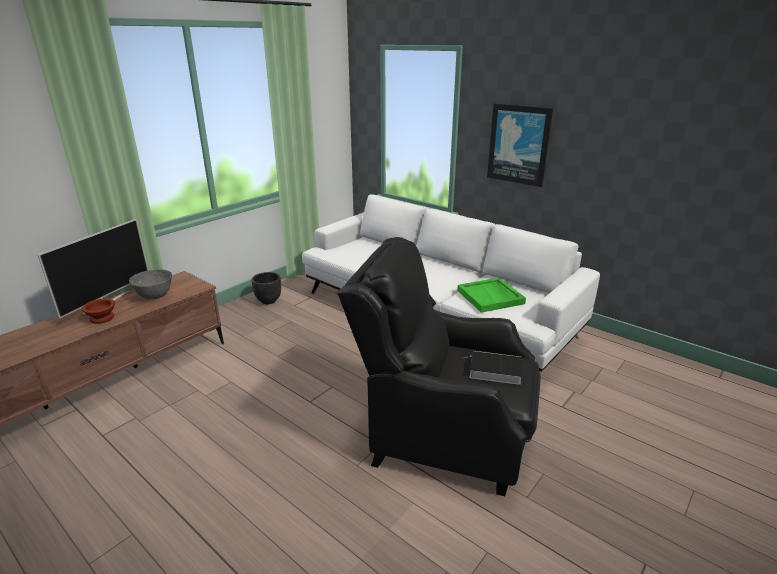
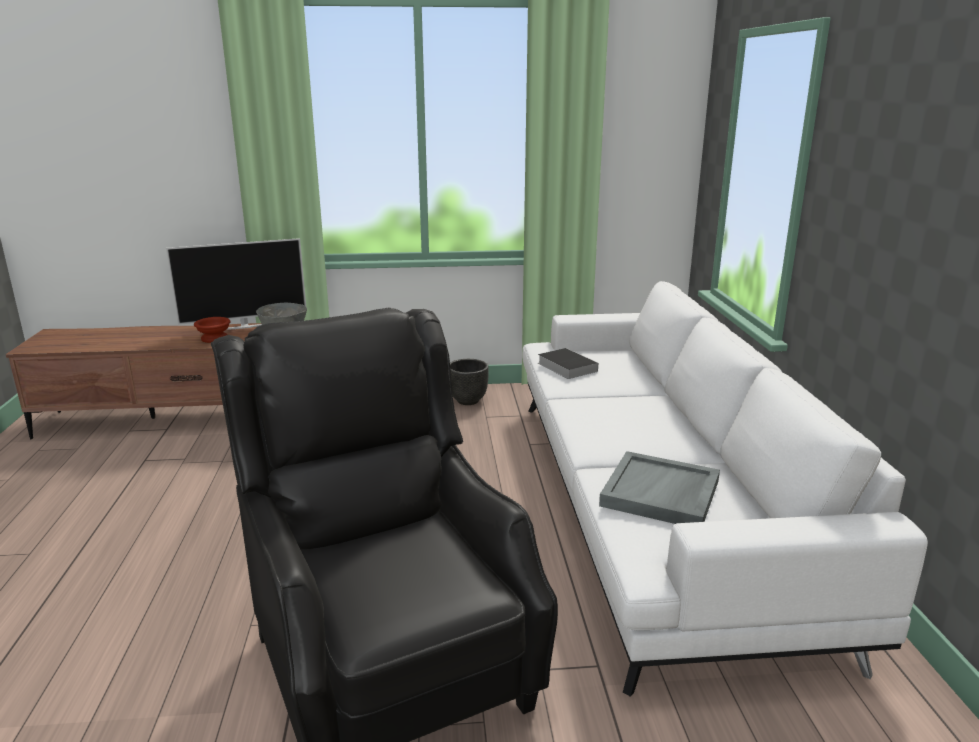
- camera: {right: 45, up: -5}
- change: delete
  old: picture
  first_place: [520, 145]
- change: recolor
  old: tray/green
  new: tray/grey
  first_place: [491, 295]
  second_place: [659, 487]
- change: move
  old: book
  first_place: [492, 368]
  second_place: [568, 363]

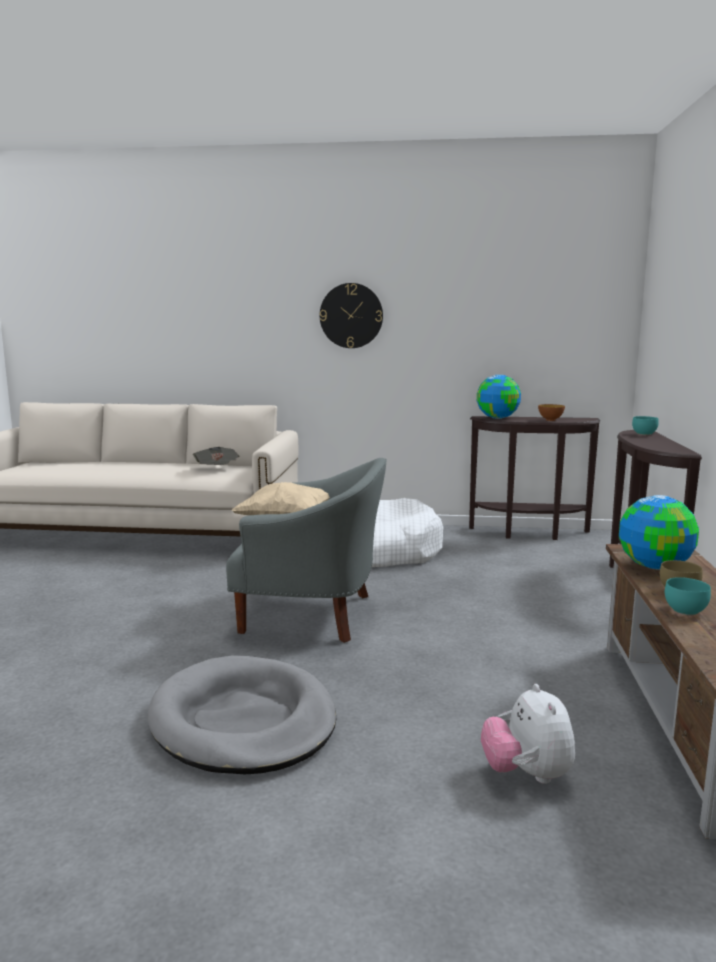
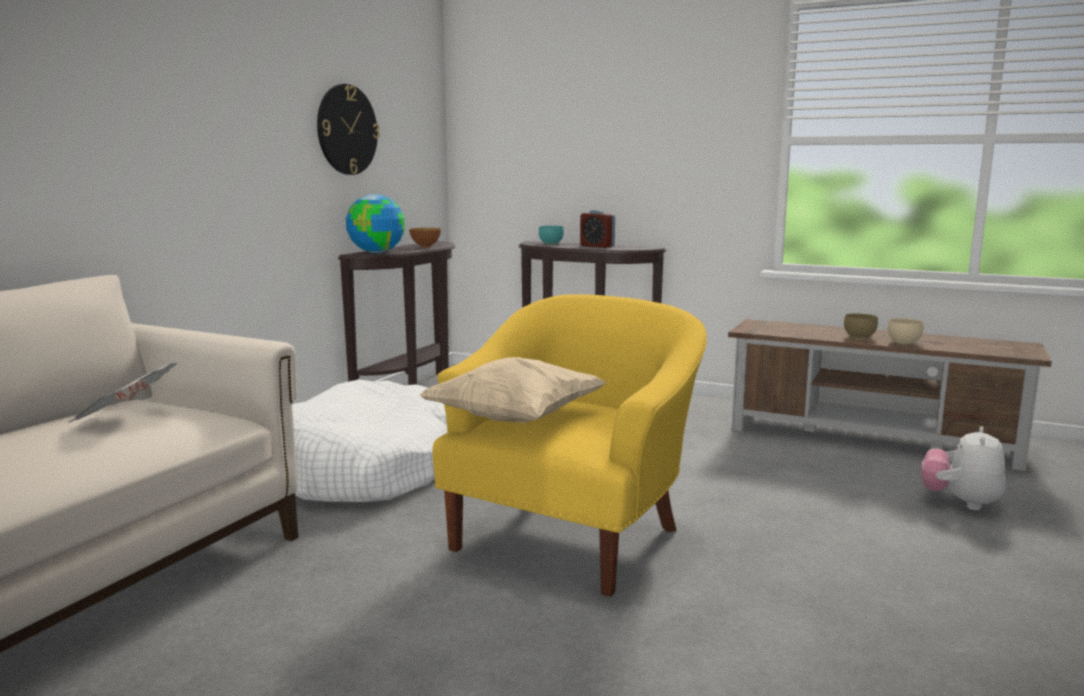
- camera: {right: -70, up: 0}
- change: move
  old: wall clock
  first_place: [351, 315]
  second_place: [348, 129]
- change: recolor
  old: armchair/grey
  new: armchair/yellow
  first_place: [306, 550]
  second_place: [569, 445]
- change: delete
  old: globe
  first_place: [659, 532]
- change: recolor
  old: bowl/turquoise
  new: bowl/beige
  first_place: [688, 596]
  second_place: [906, 331]
- change: delete
  old: dog bed/grey
  first_place: [242, 714]
- change: rotate
  old: plush toy
  first_place: [528, 734]
  second_place: [963, 468]
  degrees: 105
- change: insert
  new: alarm clock
  second_place: [597, 229]

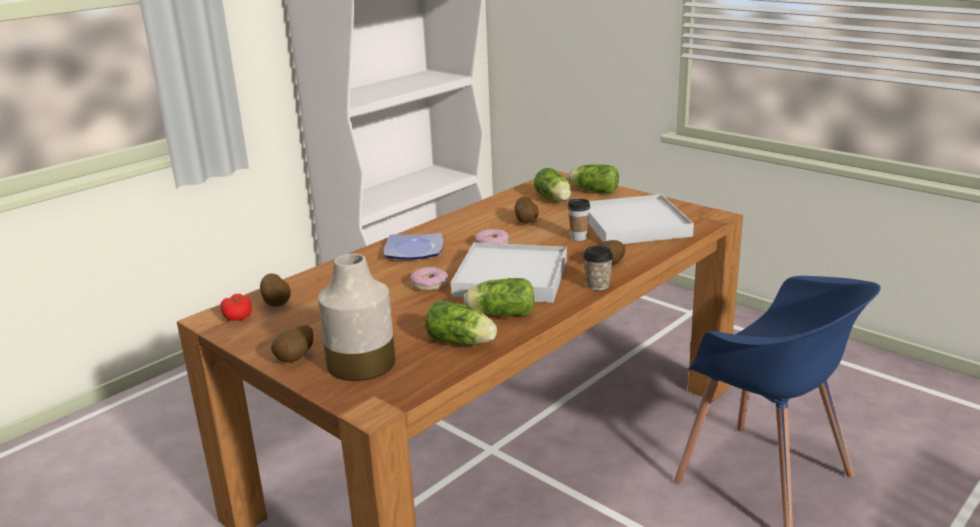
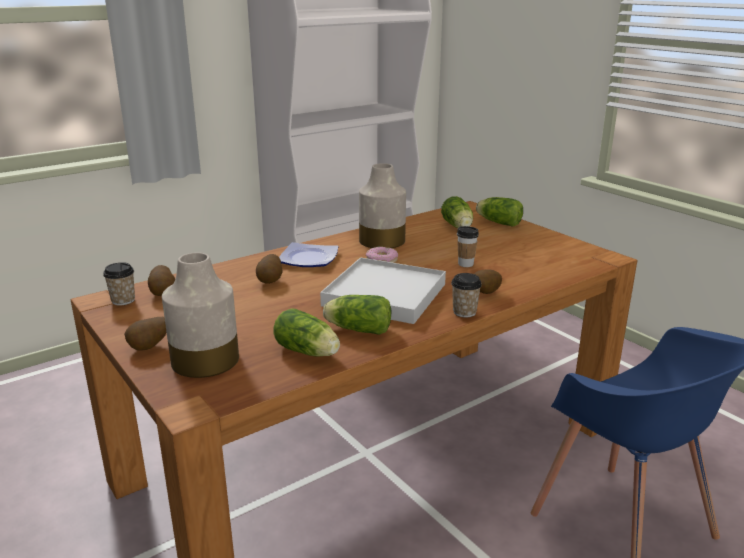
- camera: {right: 10, up: 0}
- change: delete
  old: tray/white
  first_place: [641, 219]
- change: move
  old: potato
  first_place: [527, 210]
  second_place: [269, 269]
- change: delete
  old: donut
  first_place: [429, 279]
- change: replace
  old: tomato
  new: cup
  first_place: [236, 307]
  second_place: [119, 284]
- change: insert
  new: vase/beige
  second_place: [382, 205]

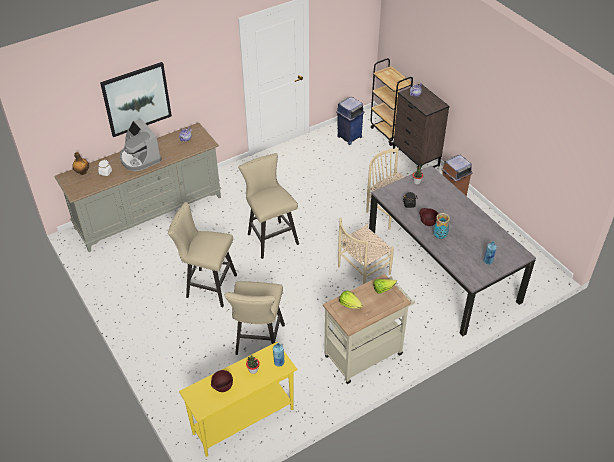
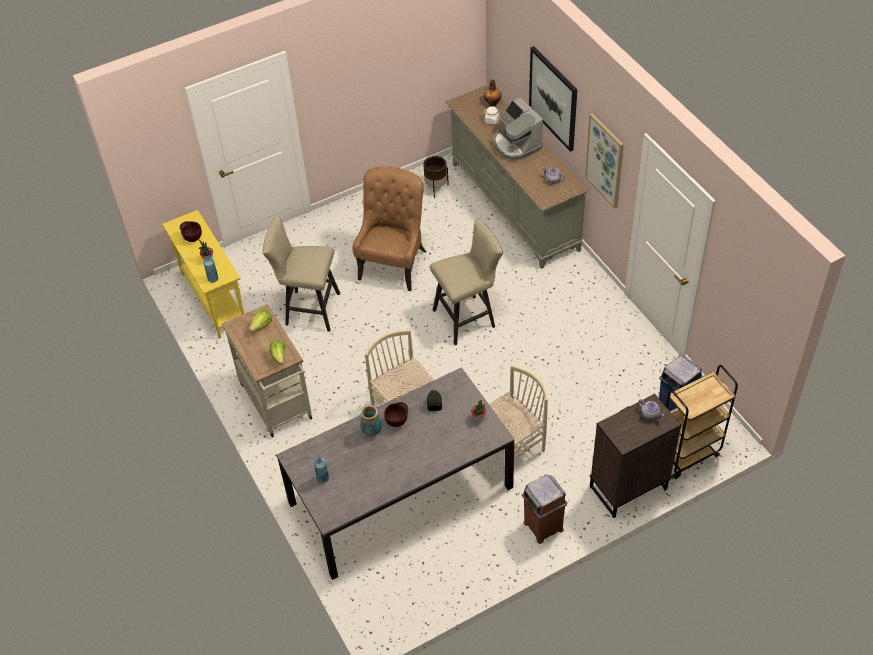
- camera: {right: 95, up: 5}
- change: rotate
  old: coffee machine
  first_place: [141, 145]
  second_place: [518, 129]
  degrees: -90
- change: replace
  old: stool/beige
  new: chair/brown
  first_place: [202, 254]
  second_place: [389, 229]
- change: insert
  new: picture
  second_place: [604, 160]
- change: insert
  new: planter/brown
  second_place: [436, 177]

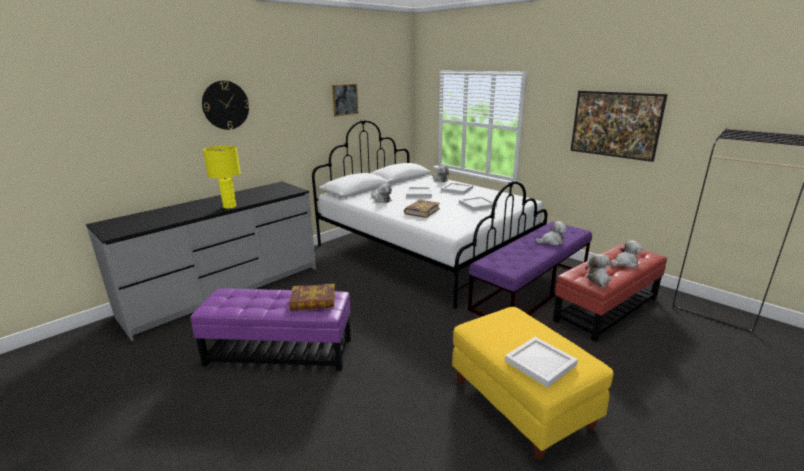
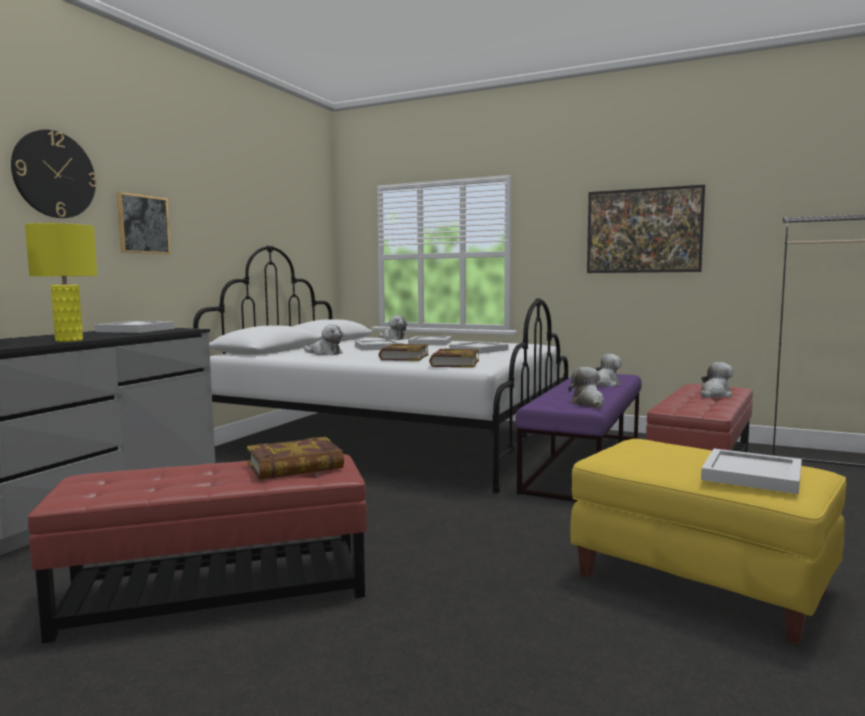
- camera: {right: -20, up: -15}
- change: move
  old: picture
  first_place: [345, 99]
  second_place: [144, 223]
- change: move
  old: plush toy
  first_place: [598, 271]
  second_place: [586, 388]
- change: recolor
  old: ottoman/purple
  new: ottoman/red
  first_place: [270, 330]
  second_place: [197, 548]
- change: insert
  new: tray/white
  second_place: [135, 327]
- change: insert
  new: book
  second_place: [454, 358]

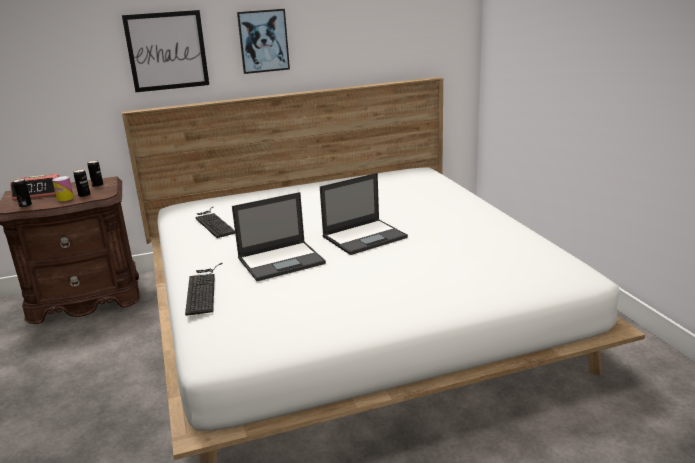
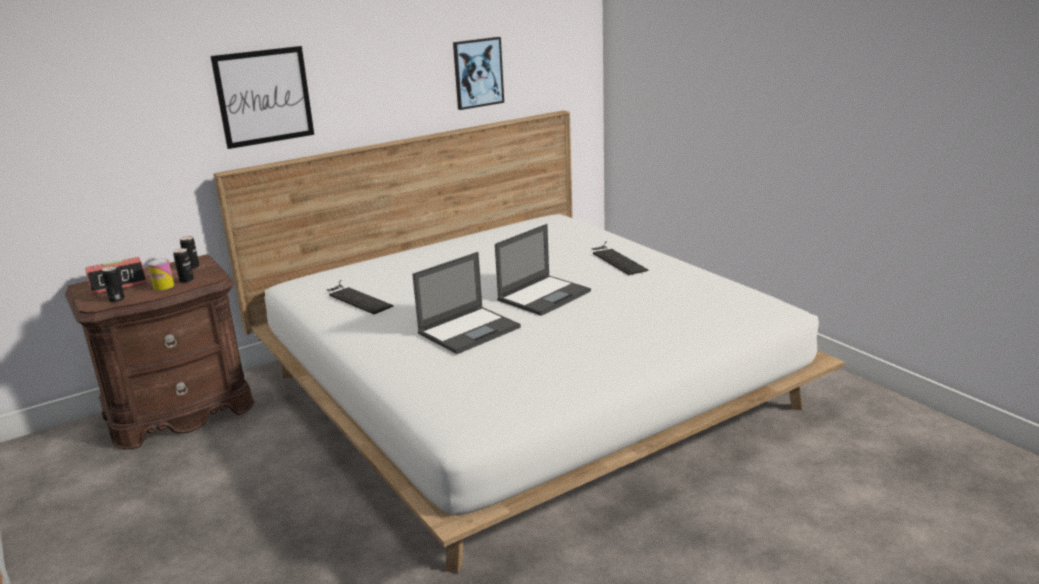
- camera: {right: -15, up: 0}
- change: move
  old: picture
  first_place: [263, 41]
  second_place: [478, 73]
- change: move
  old: keyboard
  first_place: [204, 289]
  second_place: [620, 258]

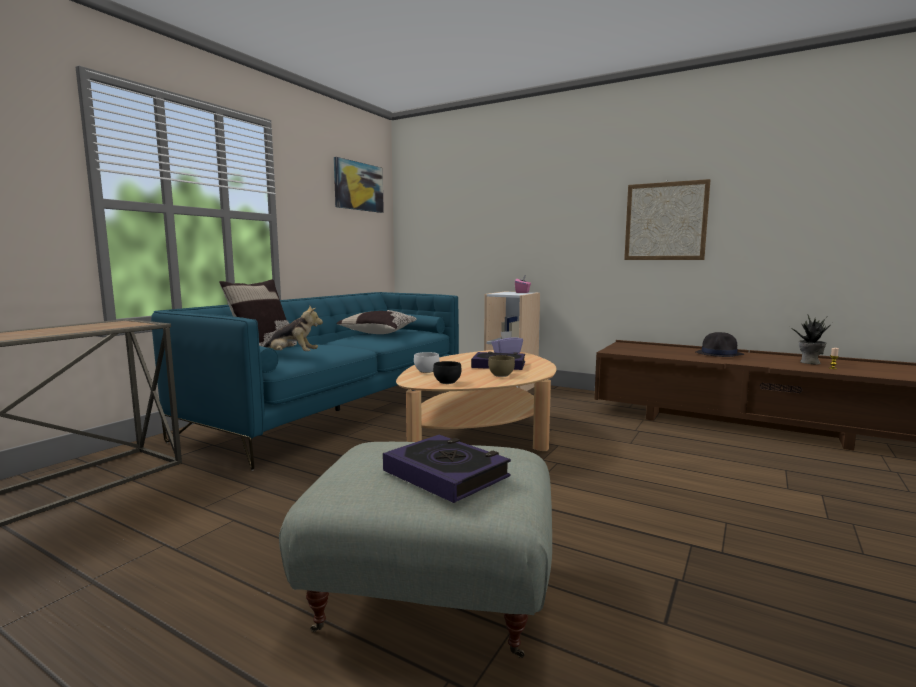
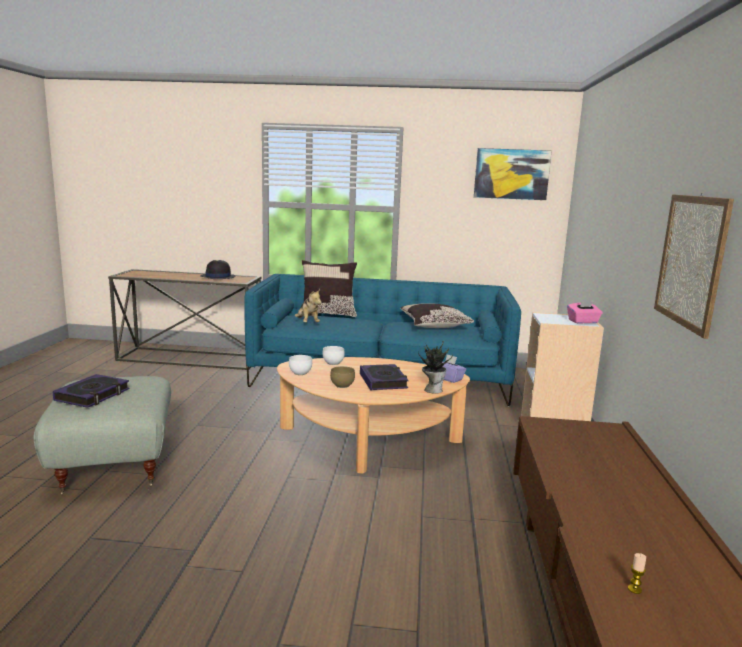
- camera: {right: 65, up: 5}
- change: move
  old: potted plant
  first_place: [811, 339]
  second_place: [435, 367]
- change: move
  old: hat/black
  first_place: [719, 344]
  second_place: [218, 269]
- change: recolor
  old: bowl/black
  new: bowl/white
  first_place: [447, 372]
  second_place: [300, 365]

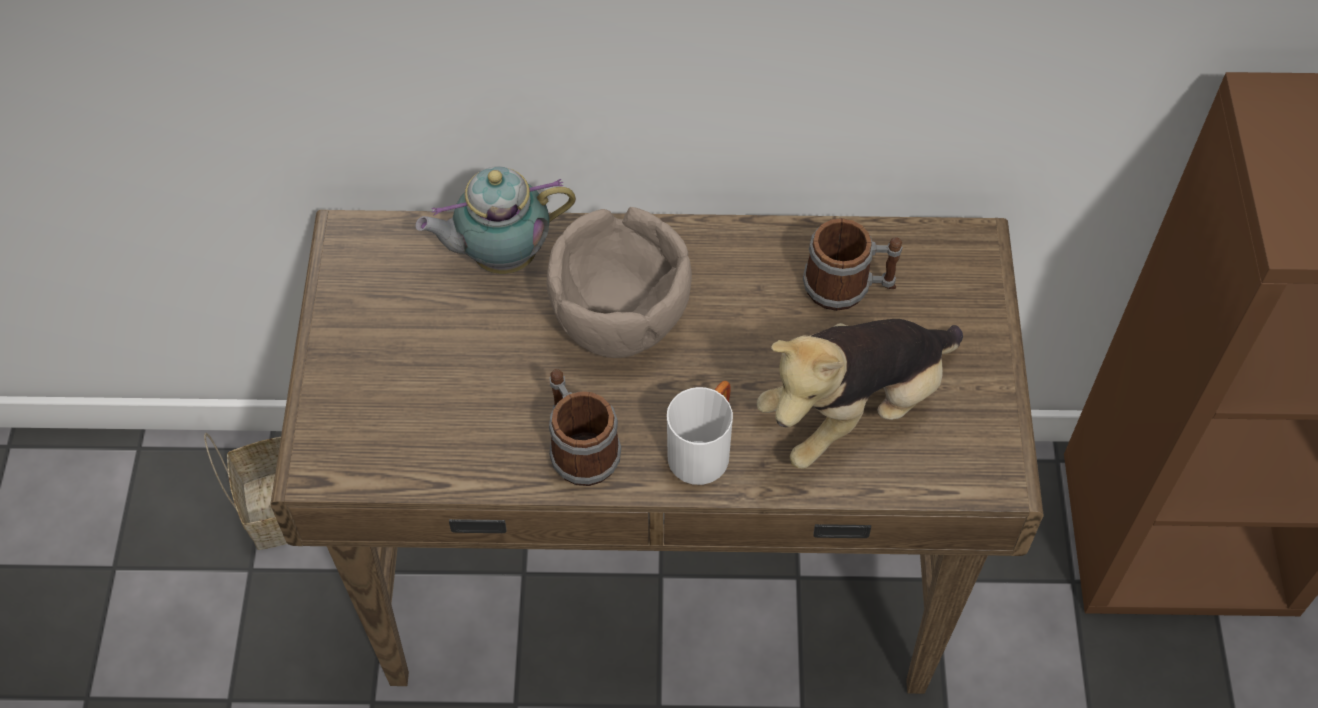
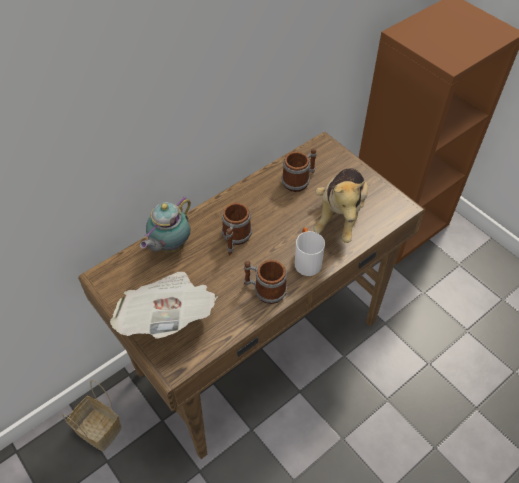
- camera: {right: -40, up: -5}
- change: replace
  old: bowl/brown
  new: mug
  first_place: [619, 282]
  second_place: [237, 229]
- change: insert
  new: newspaper
  second_place: [163, 305]

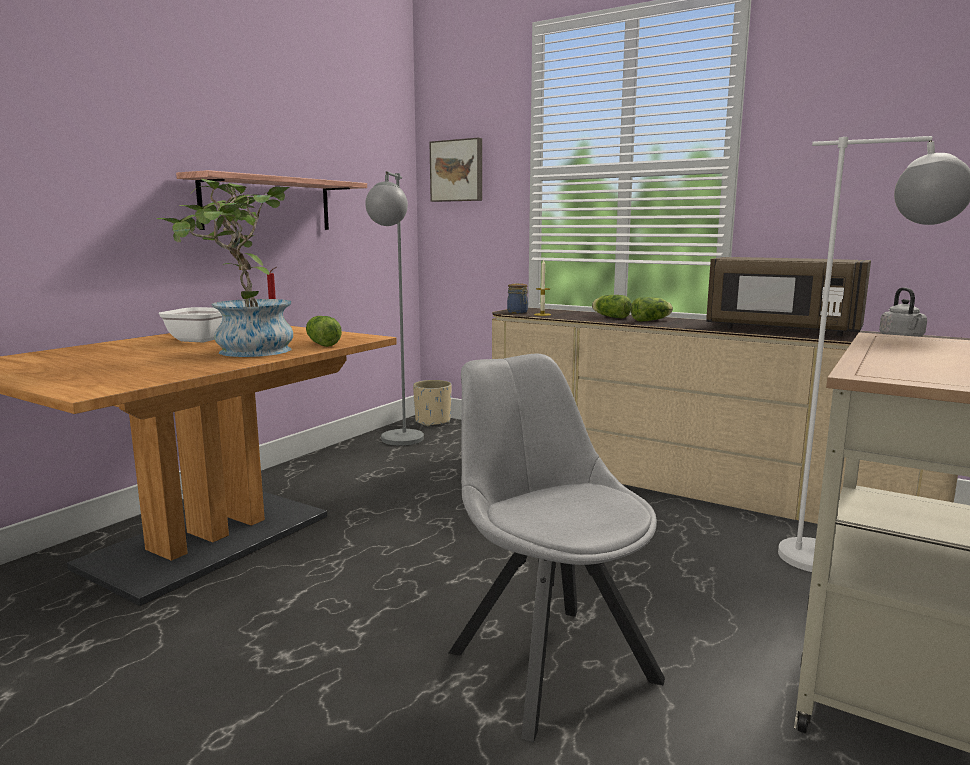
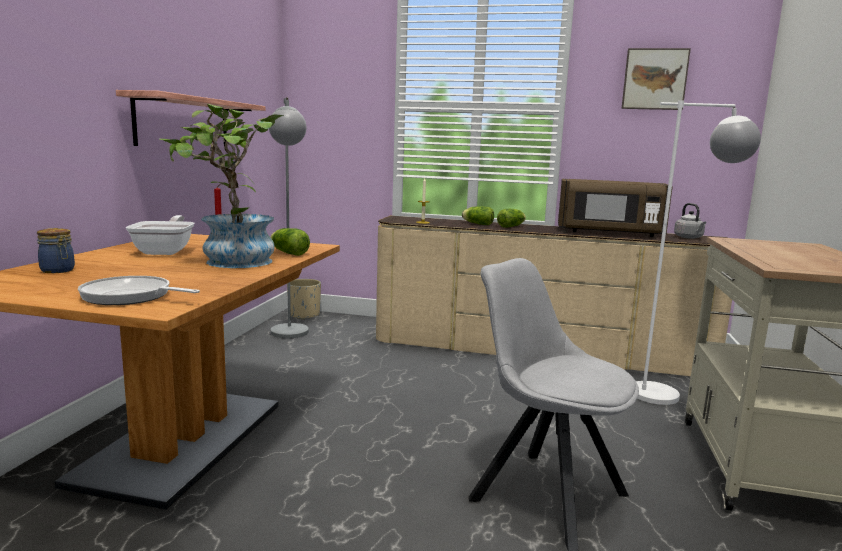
- camera: {right: -20, up: 0}
- change: move
  old: picture
  first_place: [456, 170]
  second_place: [656, 79]
- change: move
  old: jar
  first_place: [517, 298]
  second_place: [56, 250]
- change: insert
  new: frying pan
  second_place: [139, 290]

